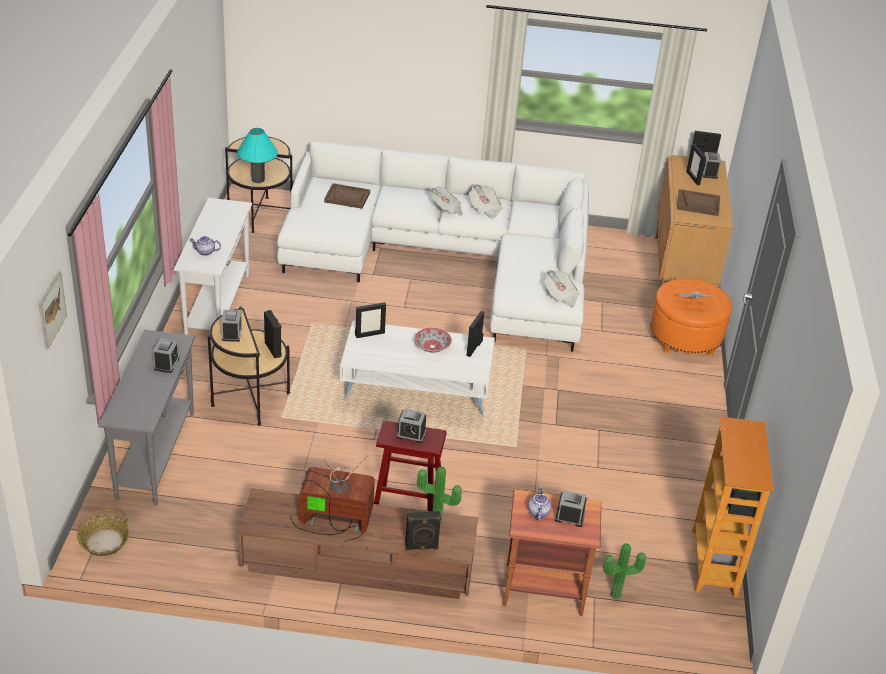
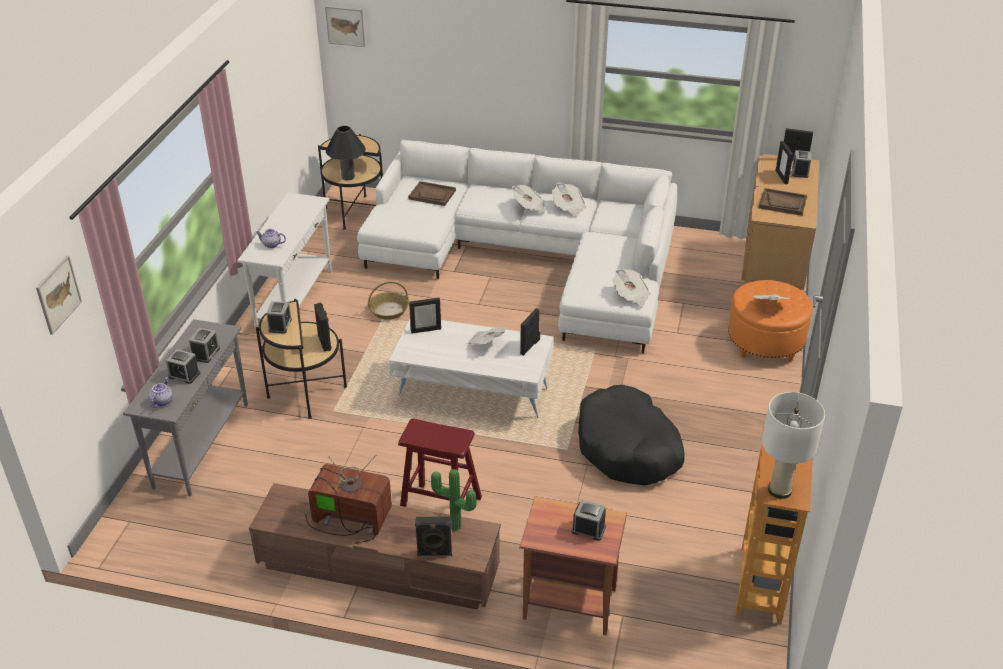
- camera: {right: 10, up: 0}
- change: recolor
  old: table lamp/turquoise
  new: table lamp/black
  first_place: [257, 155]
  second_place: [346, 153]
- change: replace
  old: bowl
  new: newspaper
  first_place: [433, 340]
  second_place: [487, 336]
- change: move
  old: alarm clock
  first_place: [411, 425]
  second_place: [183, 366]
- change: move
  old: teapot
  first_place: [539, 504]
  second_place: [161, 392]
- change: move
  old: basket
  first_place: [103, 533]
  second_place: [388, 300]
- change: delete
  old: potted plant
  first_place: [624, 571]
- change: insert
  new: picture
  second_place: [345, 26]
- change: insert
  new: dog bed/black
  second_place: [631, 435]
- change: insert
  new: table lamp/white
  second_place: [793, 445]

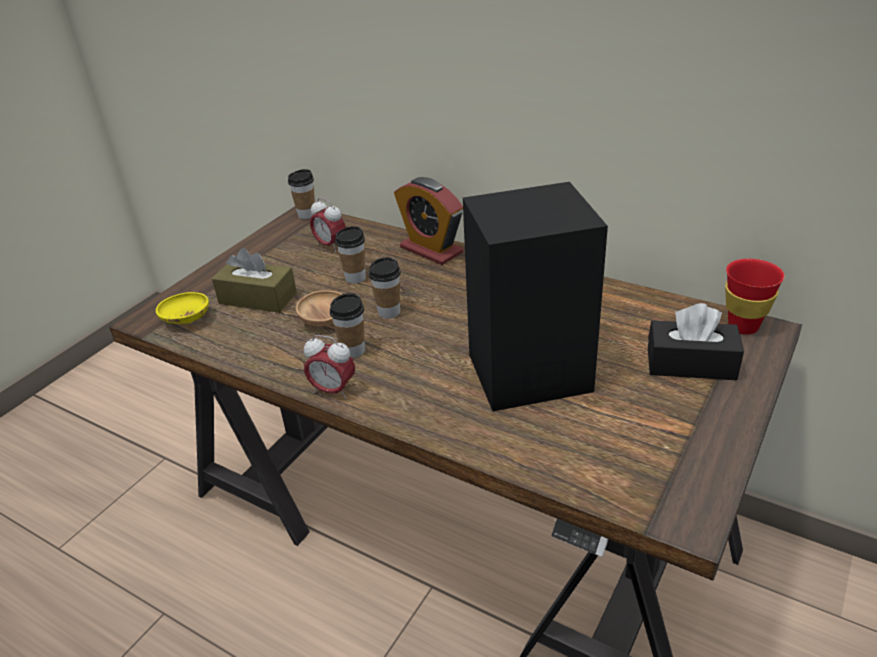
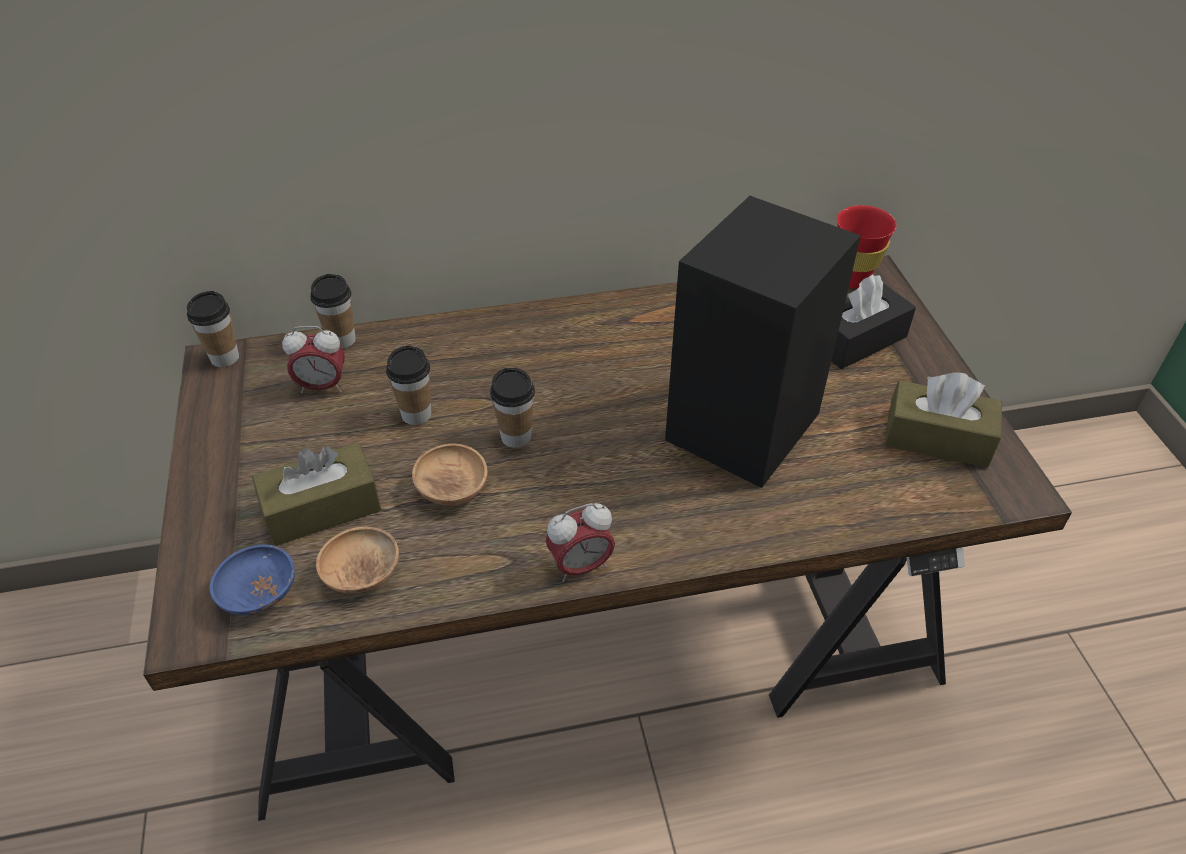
- camera: {right: -45, up: 10}
- change: delete
  old: alarm clock
  first_place: [428, 221]
- change: recolor
  old: bowl/yellow
  new: bowl/blue
  first_place: [182, 308]
  second_place: [252, 580]
- change: move
  old: cup
  first_place: [347, 325]
  second_place: [333, 311]
- change: insert
  new: tissue box/brown
  second_place: [943, 420]
- change: insert
  new: bowl/brown
  second_place: [357, 560]

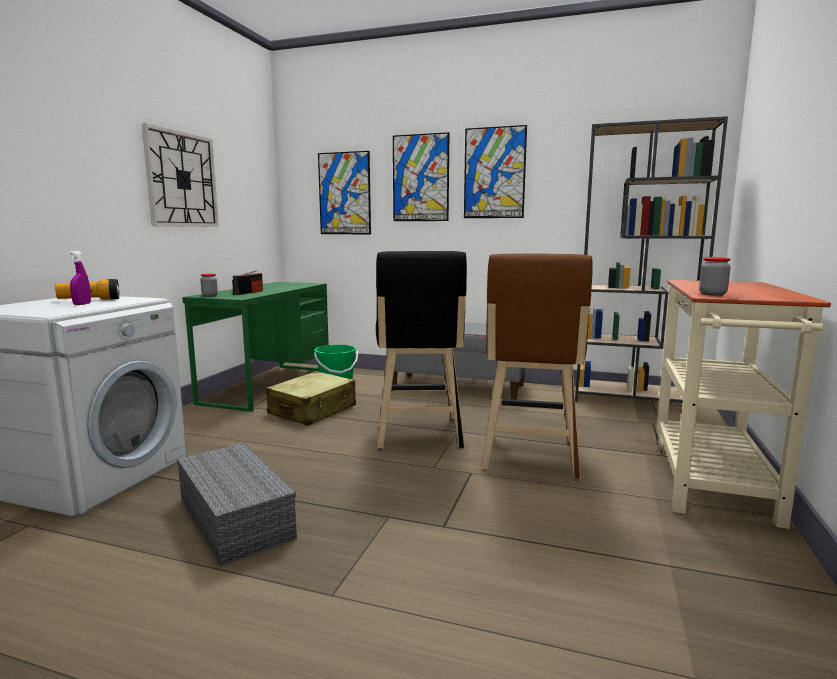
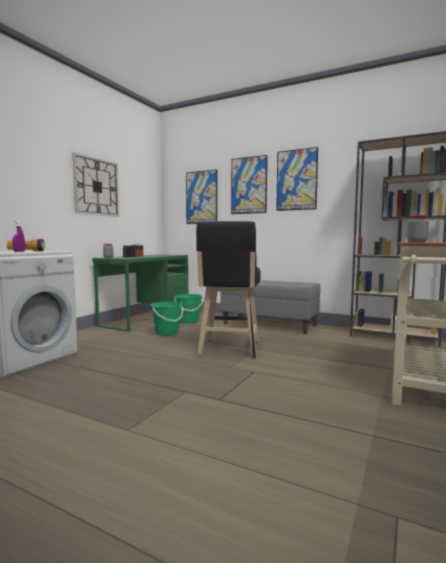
- camera: {right: 10, up: -5}
- change: delete
  old: stool/brown
  first_place: [537, 366]
- change: replace
  old: suitcase/beige
  new: bucket/green
  first_place: [311, 398]
  second_place: [167, 318]
- change: delete
  old: storage box/grey
  first_place: [237, 504]

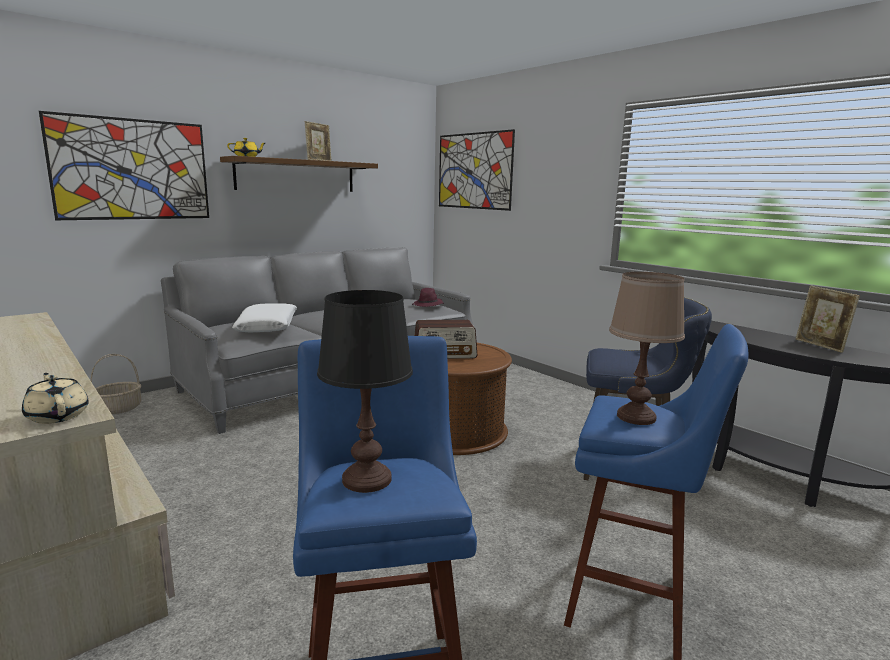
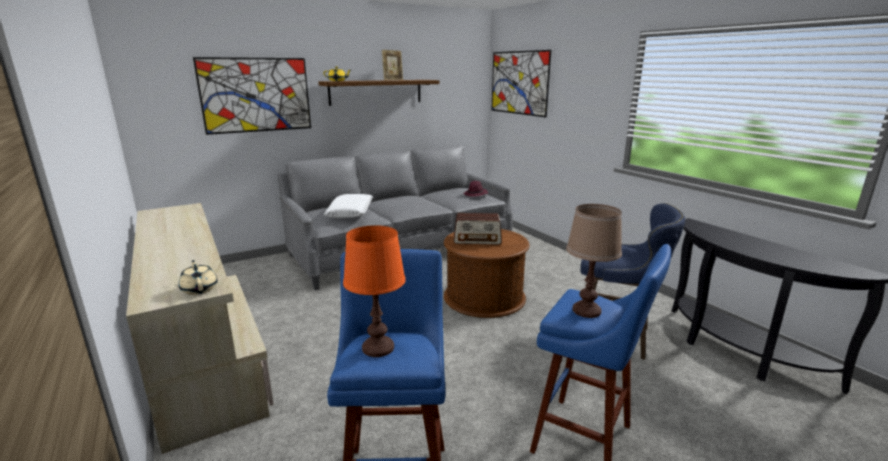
- camera: {right: 10, up: 5}
- change: delete
  old: picture frame
  first_place: [828, 319]
- change: recolor
  old: table lamp/black
  new: table lamp/orange
  first_place: [365, 391]
  second_place: [374, 291]
- change: delete
  old: basket
  first_place: [115, 384]

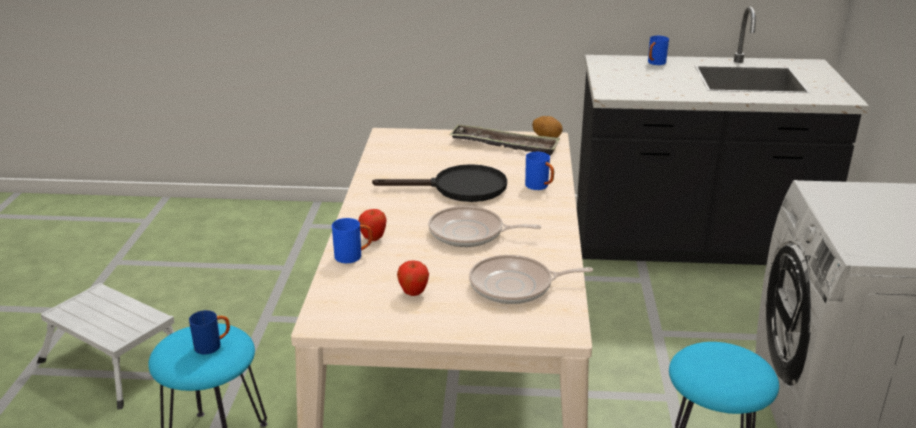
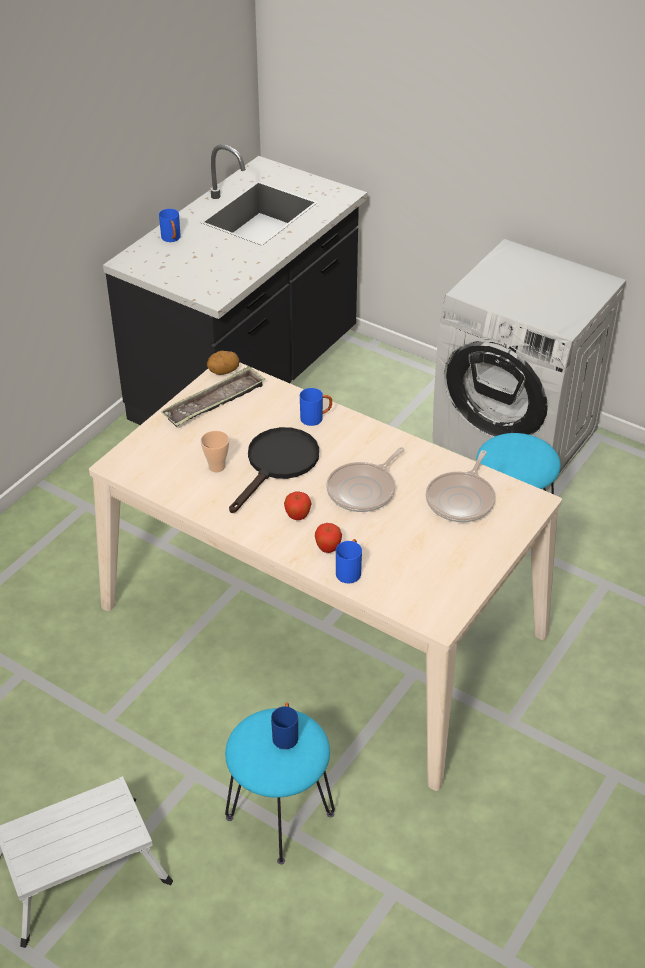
- camera: {right: -60, up: 15}
- change: move
  old: apple
  first_place: [413, 278]
  second_place: [298, 505]
- change: insert
  new: cup
  second_place: [215, 451]

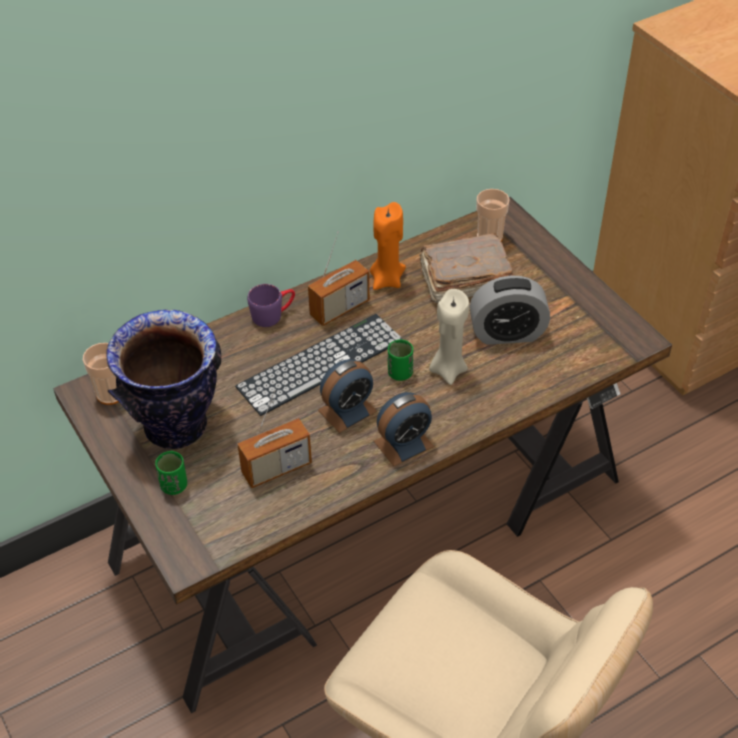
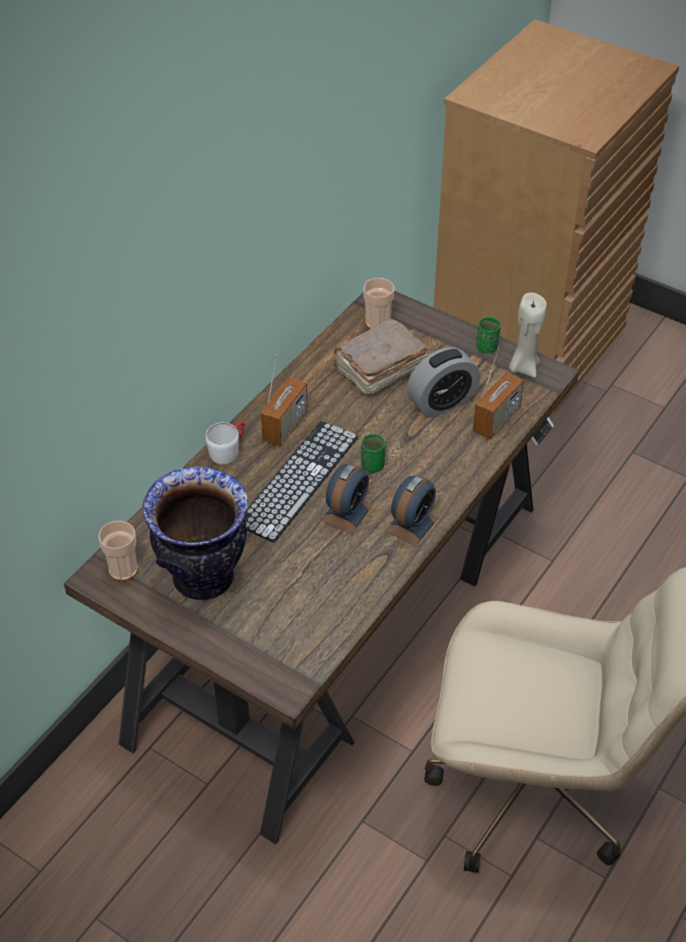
- camera: {right: -25, up: 0}
- change: delete
  old: candle/orange
  first_place: [388, 246]
- change: recolor
  old: mug/purple
  new: mug/white
  first_place: [271, 305]
  second_place: [224, 443]
- change: move
  old: candle/beige
  first_place: [449, 337]
  second_place: [528, 335]
- change: move
  old: radio
  first_place: [274, 438]
  second_place: [498, 393]
- change: move
  old: cup/green
  first_place: [171, 473]
  second_place: [488, 335]

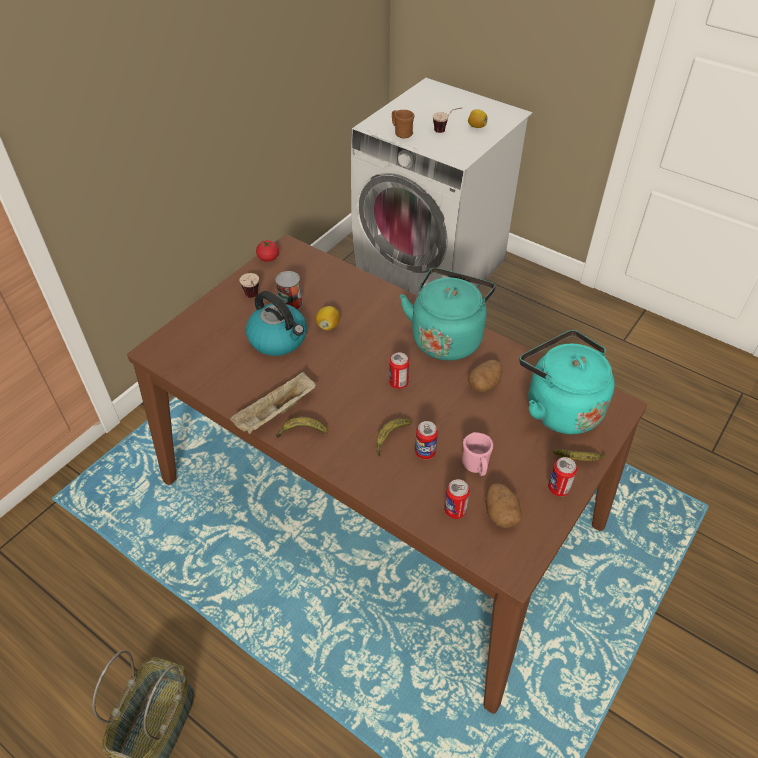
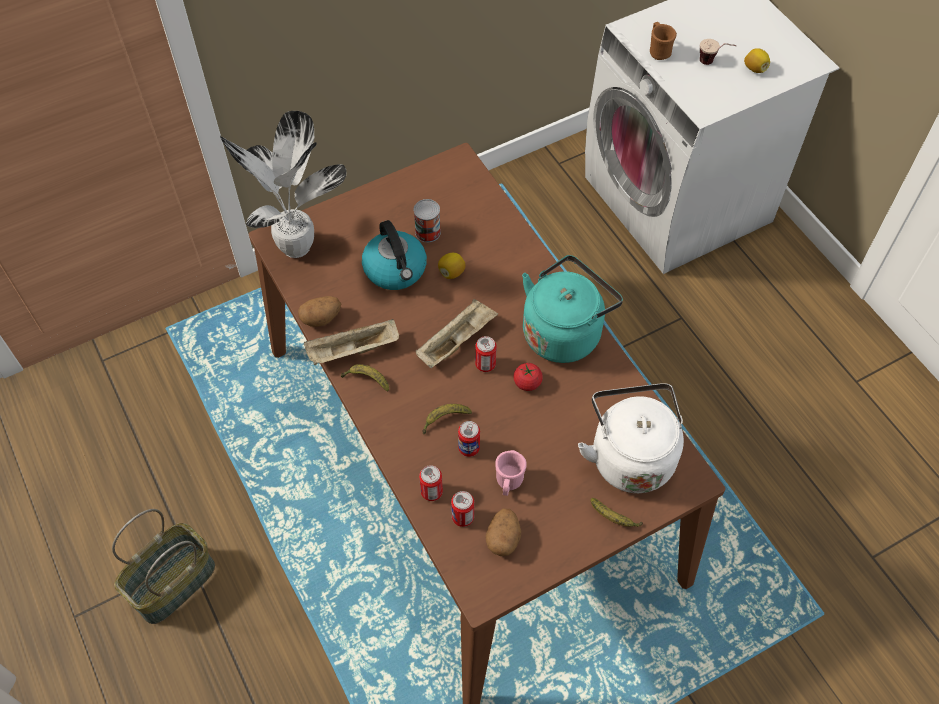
- camera: {right: 25, up: 10}
- change: move
  old: tomato
  first_place: [267, 251]
  second_place: [528, 377]
- change: delete
  old: cup
  first_place: [249, 285]
- change: recolor
  old: kettle/turquoise
  new: kettle/white
  first_place: [567, 382]
  second_place: [631, 438]
- change: move
  old: potato
  first_place: [485, 376]
  second_place: [319, 311]
- change: move
  old: can
  first_place: [562, 476]
  second_place: [431, 483]
- change: insert
  new: potted plant
  second_place: [283, 184]
- change: insert
  new: tray/beige
  second_place: [457, 333]

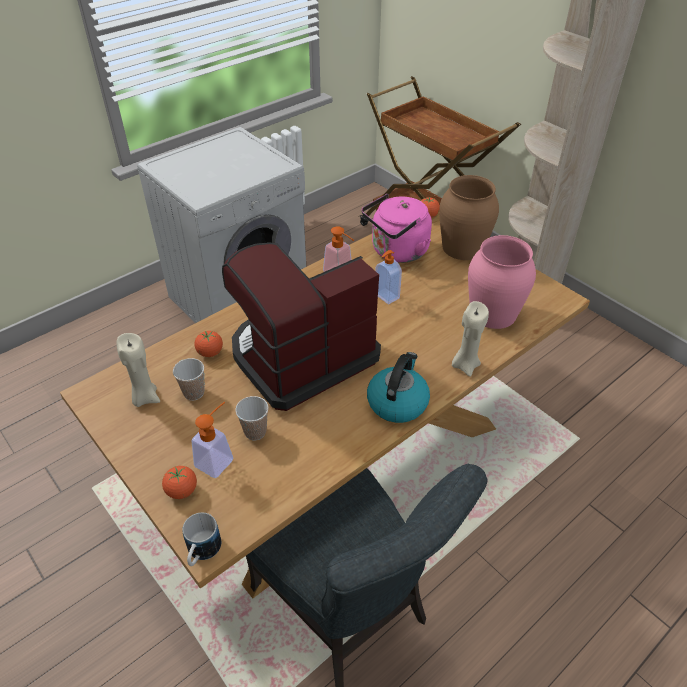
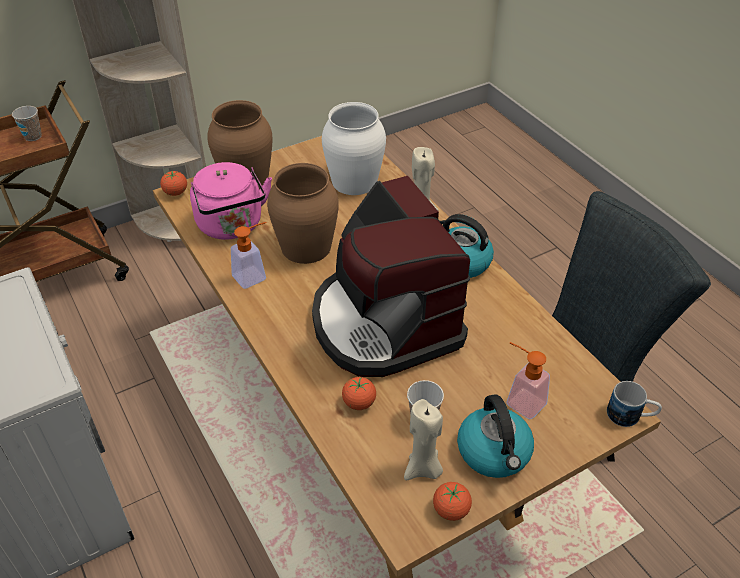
- camera: {right: -80, up: 0}
- change: recolor
  old: vase/pink
  new: vase/white
  first_place: [502, 282]
  second_place: [354, 148]
- change: replace
  old: soap dispenser
  new: vase/brown
  first_place: [388, 277]
  second_place: [303, 213]
- change: move
  old: cup
  first_place: [252, 418]
  second_place: [27, 123]
- change: move
  old: tomato
  first_place: [179, 482]
  second_place: [452, 501]
- change: insert
  new: kettle
  second_place: [495, 436]

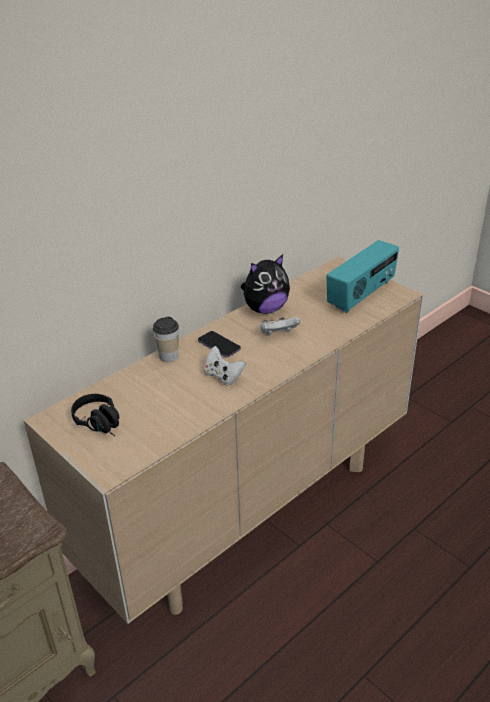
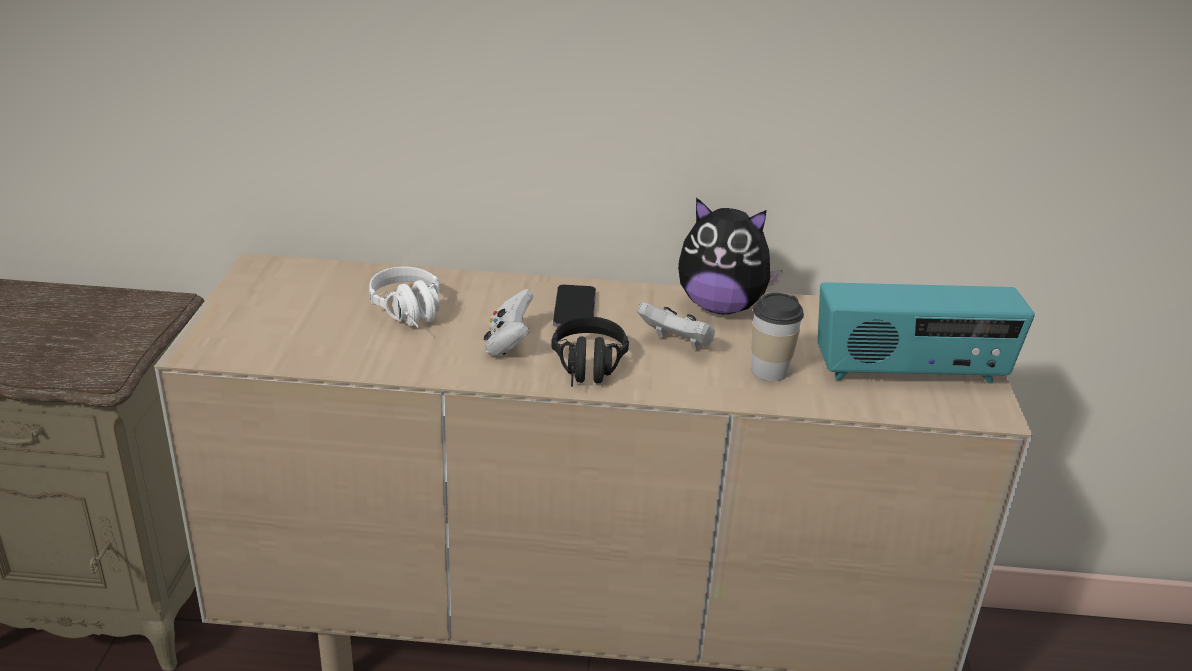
- camera: {right: 45, up: -5}
- change: move
  old: cup
  first_place: [166, 339]
  second_place: [777, 337]
- change: move
  old: headphones/black
  first_place: [95, 415]
  second_place: [590, 351]
- change: insert
  new: headphones/white
  second_place: [404, 297]

